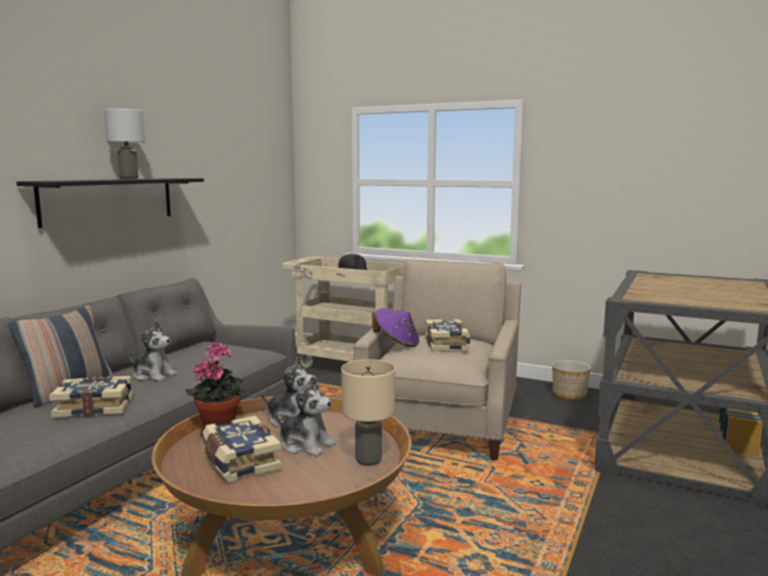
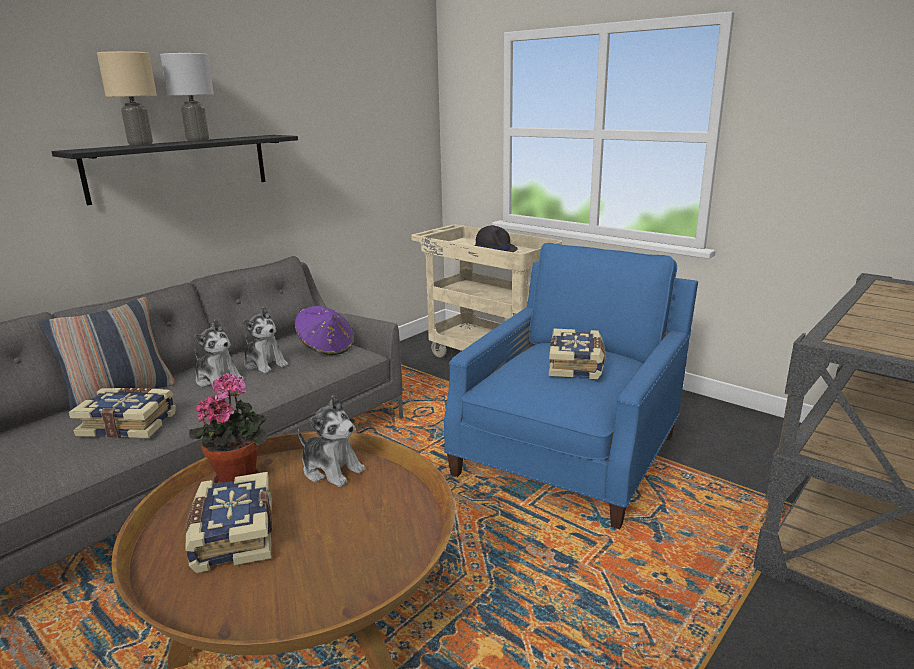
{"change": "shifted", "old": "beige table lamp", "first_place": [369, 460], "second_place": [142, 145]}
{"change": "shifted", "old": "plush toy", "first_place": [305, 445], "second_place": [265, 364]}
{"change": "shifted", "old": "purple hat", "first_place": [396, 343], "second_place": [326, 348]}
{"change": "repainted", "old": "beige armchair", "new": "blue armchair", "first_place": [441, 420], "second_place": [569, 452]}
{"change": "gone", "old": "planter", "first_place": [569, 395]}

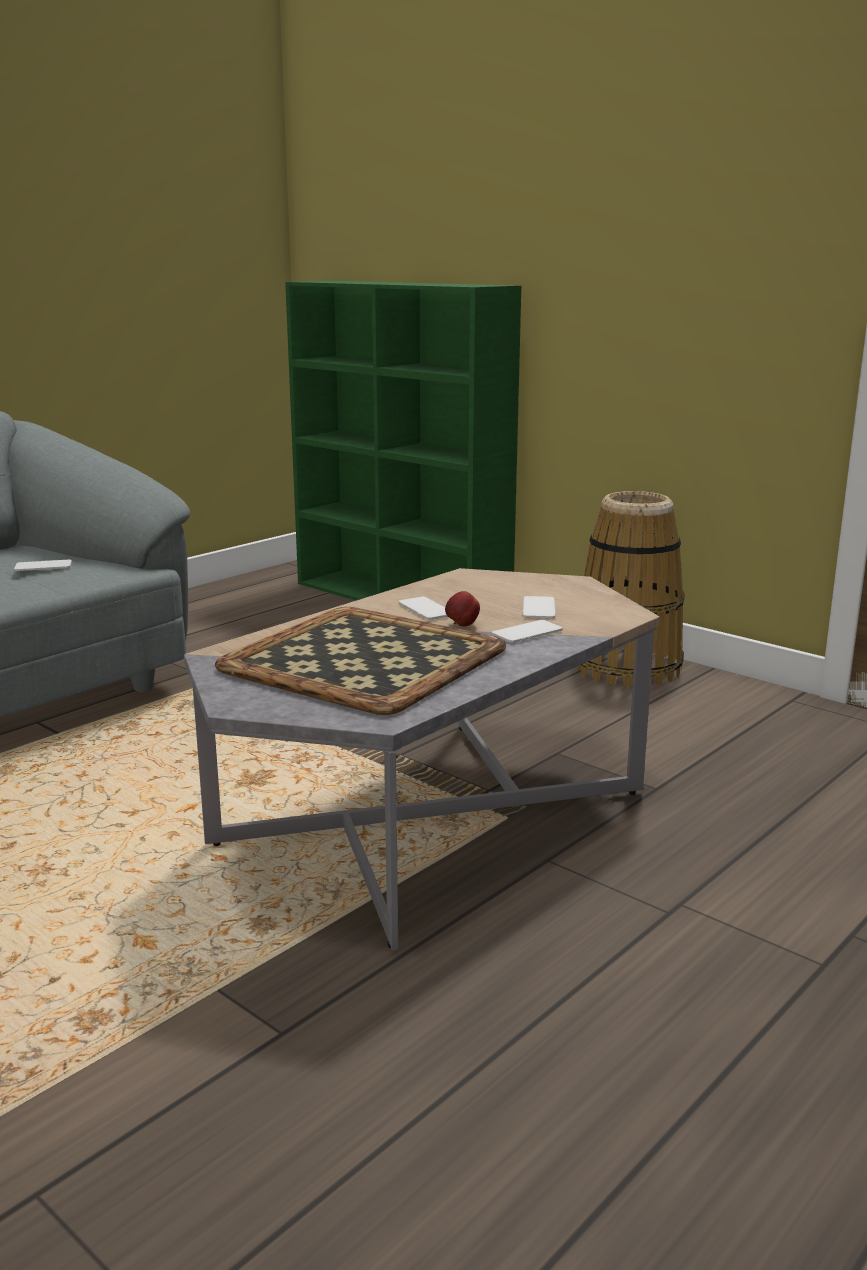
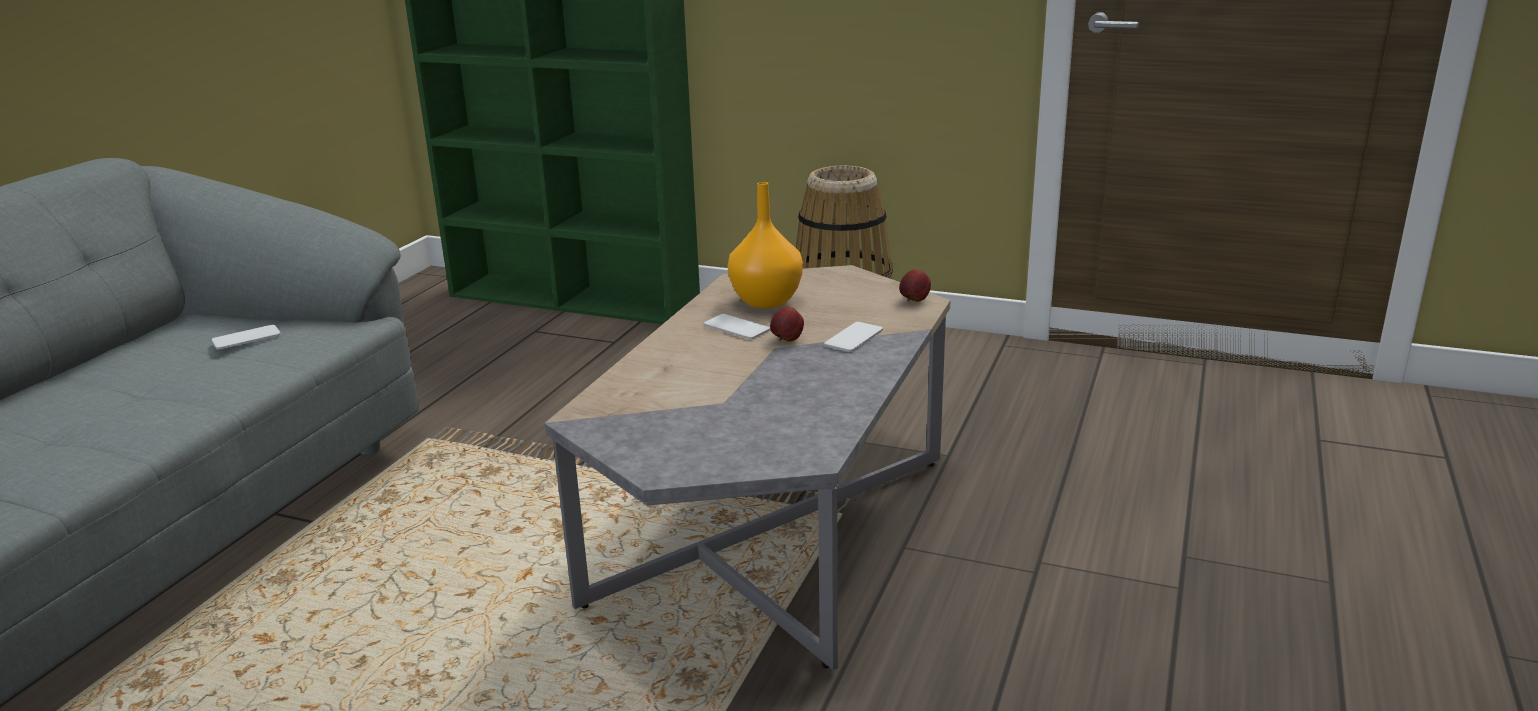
{"change": "new", "new": "orange vase", "second_place": [767, 301]}
{"change": "new", "new": "apple", "second_place": [914, 300]}
{"change": "gone", "old": "tray", "first_place": [364, 660]}
{"change": "gone", "old": "phone", "first_place": [539, 609]}

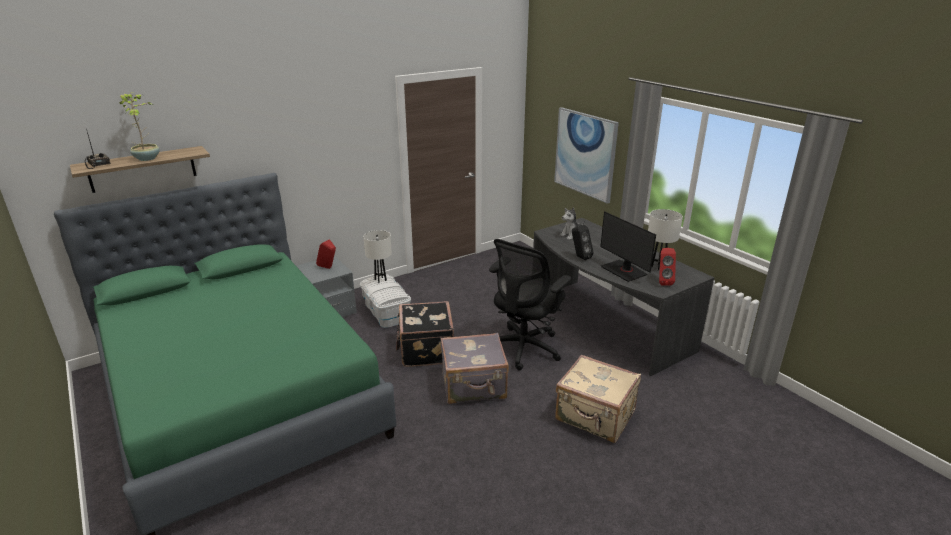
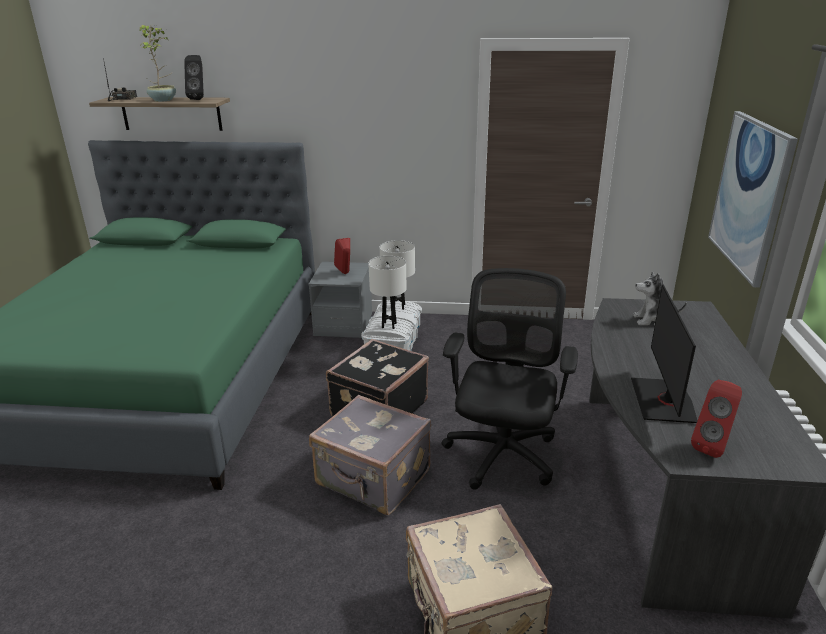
{"change": "shifted", "old": "black speaker", "first_place": [580, 257], "second_place": [199, 99]}
{"change": "shifted", "old": "white table lamp", "first_place": [658, 267], "second_place": [389, 325]}
{"change": "rotated", "old": "black office chair", "first_place": [526, 345], "second_place": [502, 460], "degrees": 120}

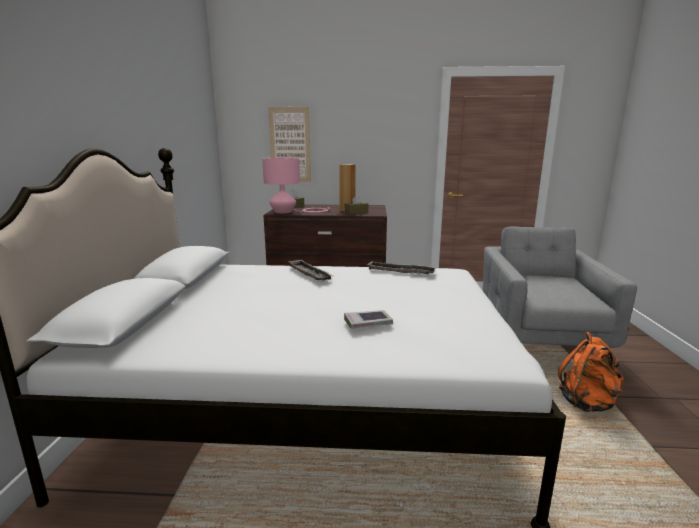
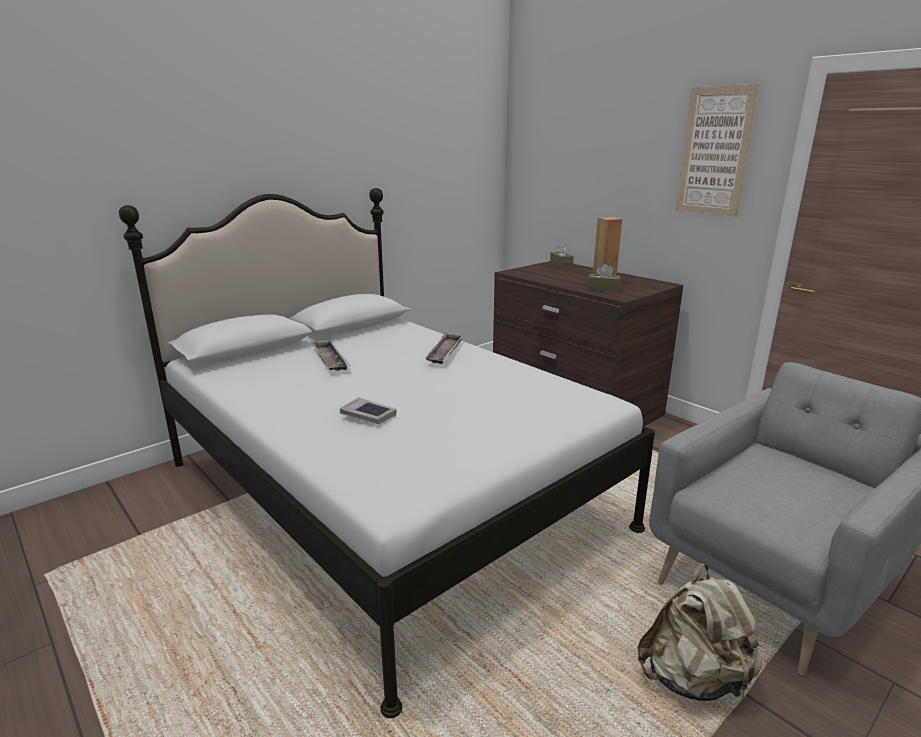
{"change": "shifted", "old": "tray", "first_place": [400, 271], "second_place": [330, 360]}
{"change": "repainted", "old": "orange backpack", "new": "beige backpack", "first_place": [587, 402], "second_place": [693, 678]}
{"change": "shifted", "old": "picture", "first_place": [290, 145], "second_place": [714, 152]}
{"change": "gone", "old": "pink table lamp", "first_place": [296, 211]}

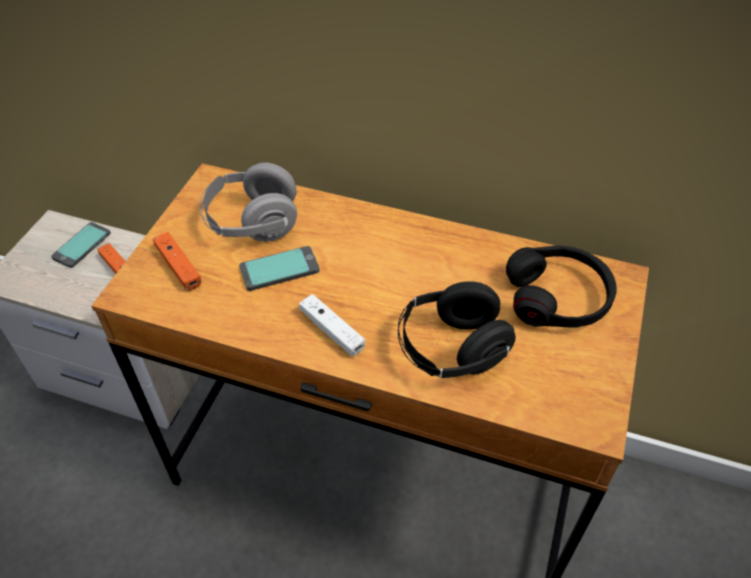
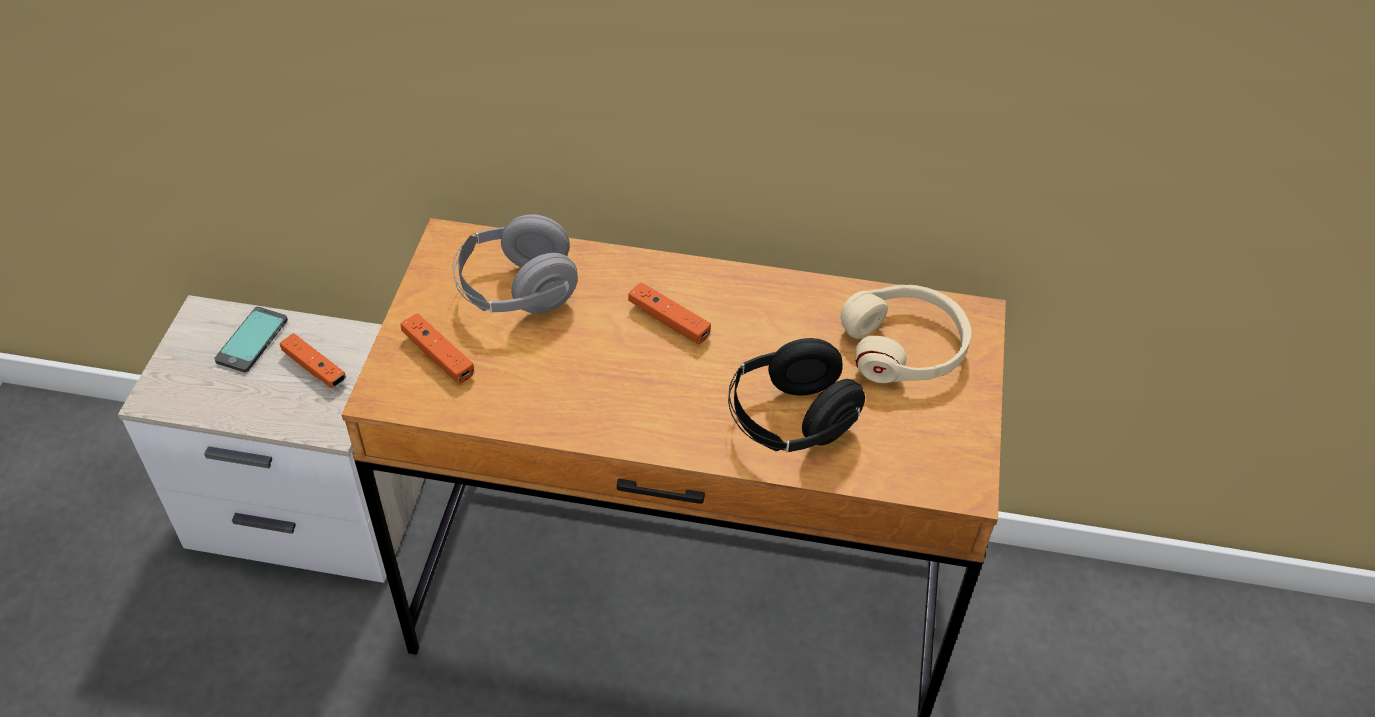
{"change": "new", "new": "orange game controller", "second_place": [669, 321]}
{"change": "repainted", "old": "black headphones", "new": "beige headphones", "first_place": [557, 297], "second_place": [904, 346]}
{"change": "gone", "old": "phone", "first_place": [279, 269]}
{"change": "gone", "old": "white game controller", "first_place": [331, 331]}

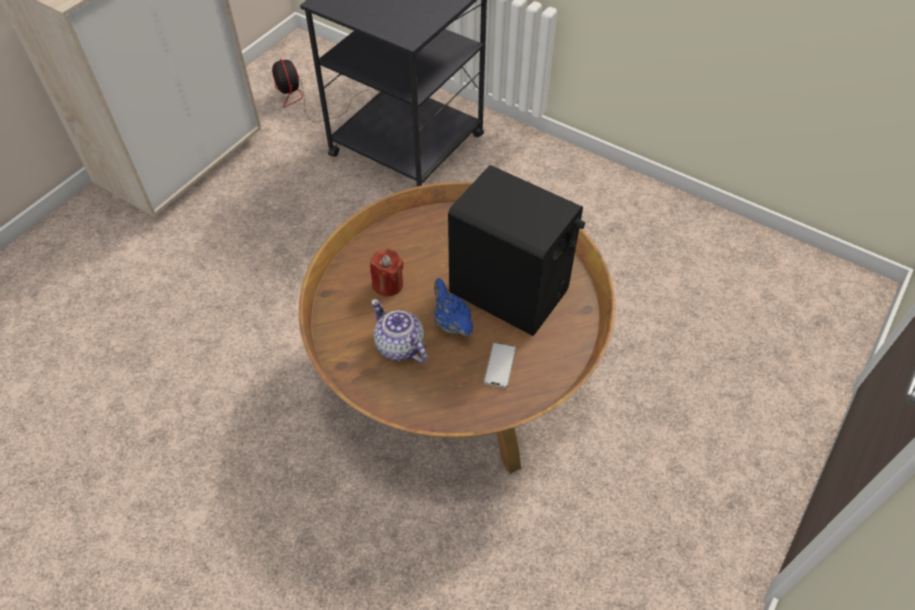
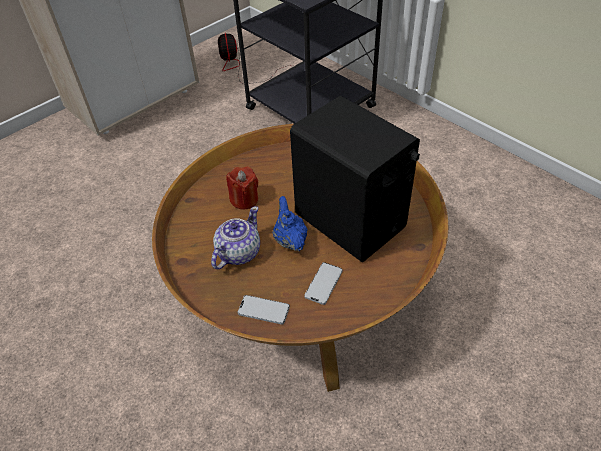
{"change": "rotated", "old": "teapot", "first_place": [400, 346], "second_place": [238, 253], "degrees": 60}
{"change": "new", "new": "phone", "second_place": [263, 310]}

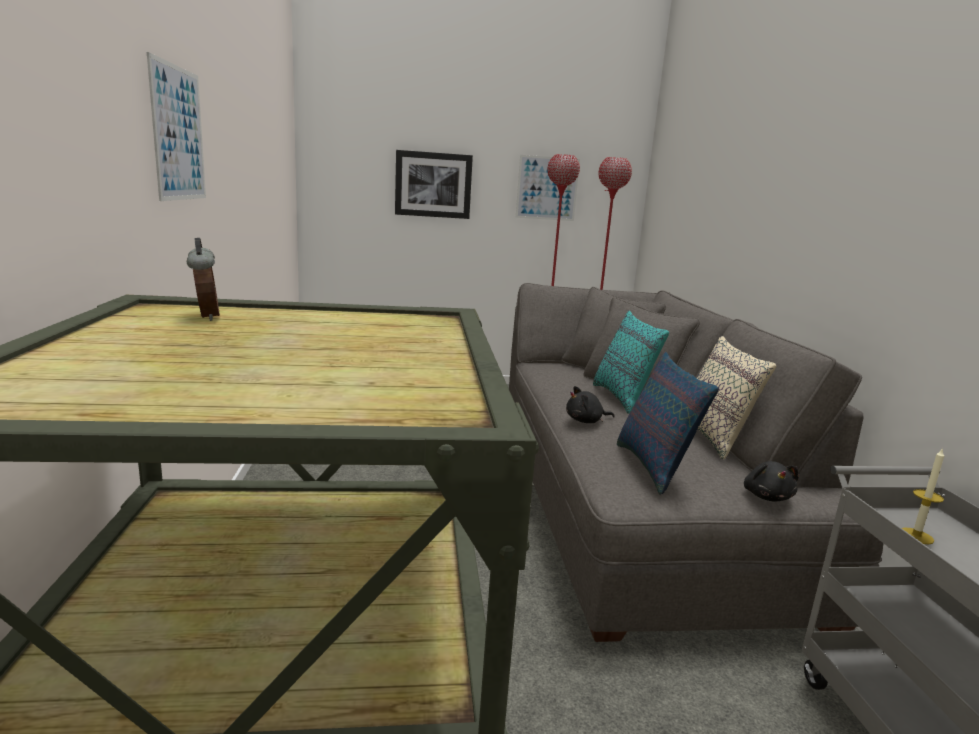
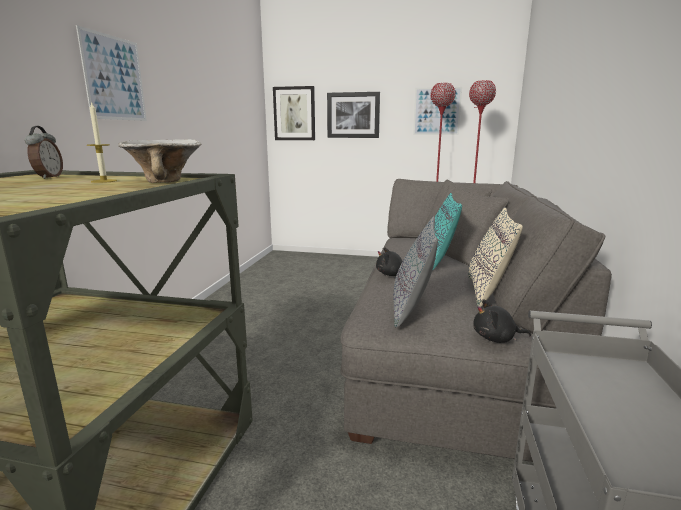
{"change": "shifted", "old": "candle", "first_place": [916, 536], "second_place": [104, 181]}
{"change": "new", "new": "bowl", "second_place": [166, 181]}
{"change": "new", "new": "picture", "second_place": [294, 113]}
{"change": "repainted", "old": "blue pillow", "new": "grey pillow", "first_place": [653, 468], "second_place": [412, 309]}
{"change": "rotated", "old": "black plush toy", "first_place": [767, 496], "second_place": [496, 338], "degrees": 75}

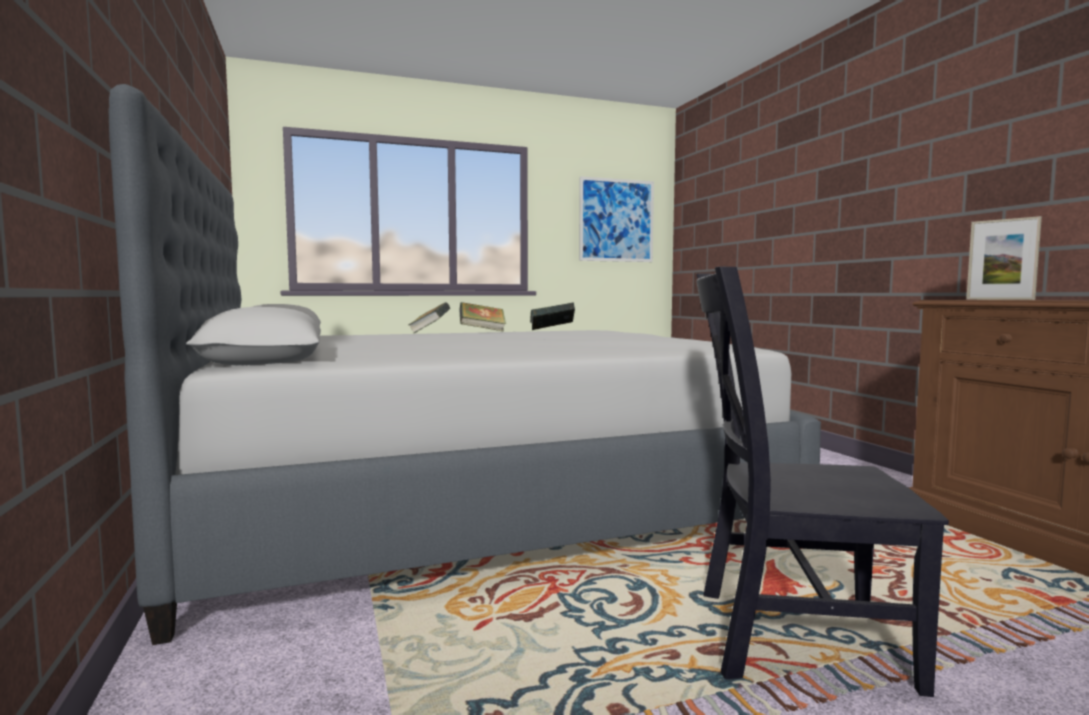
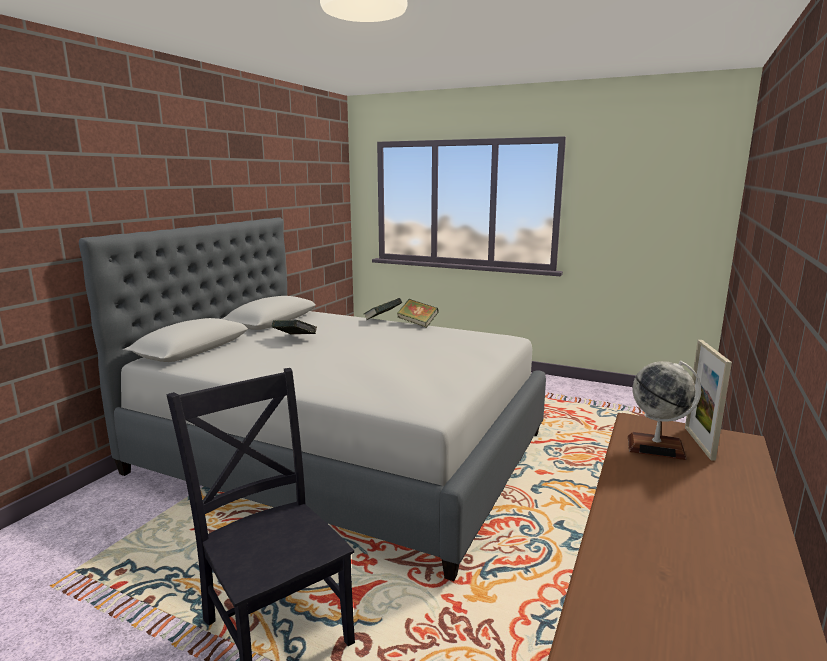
{"change": "shifted", "old": "book", "first_place": [552, 330], "second_place": [295, 339]}
{"change": "new", "new": "globe", "second_place": [656, 447]}
{"change": "gone", "old": "picture", "first_place": [616, 220]}

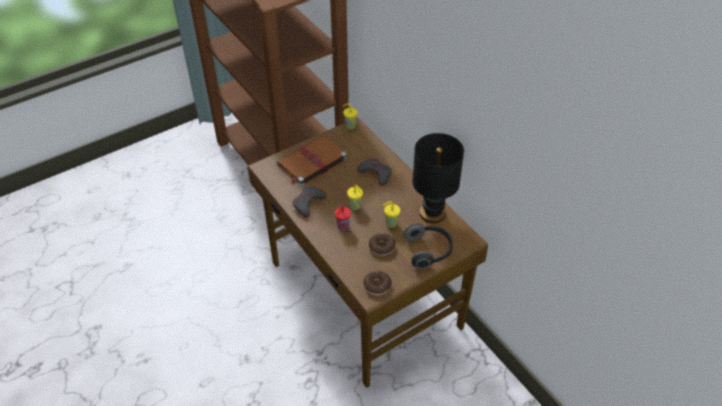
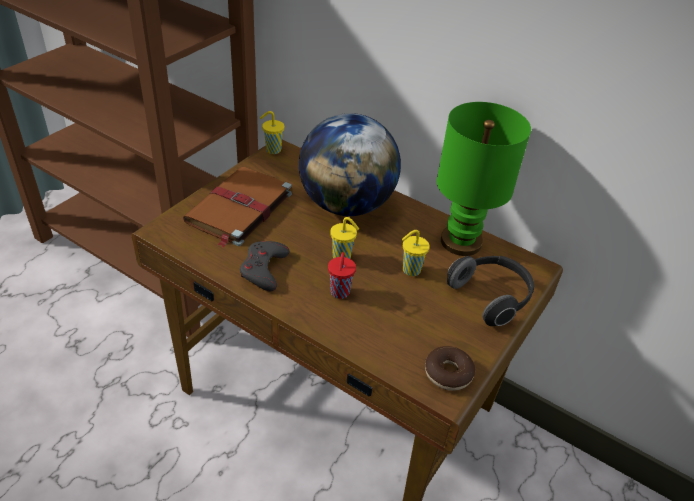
{"change": "swapped", "old": "grey game controller", "new": "globe", "first_place": [376, 173], "second_place": [346, 205]}
{"change": "repainted", "old": "black table lamp", "new": "green table lamp", "first_place": [433, 214], "second_place": [462, 242]}
{"change": "gone", "old": "donut", "first_place": [382, 247]}

